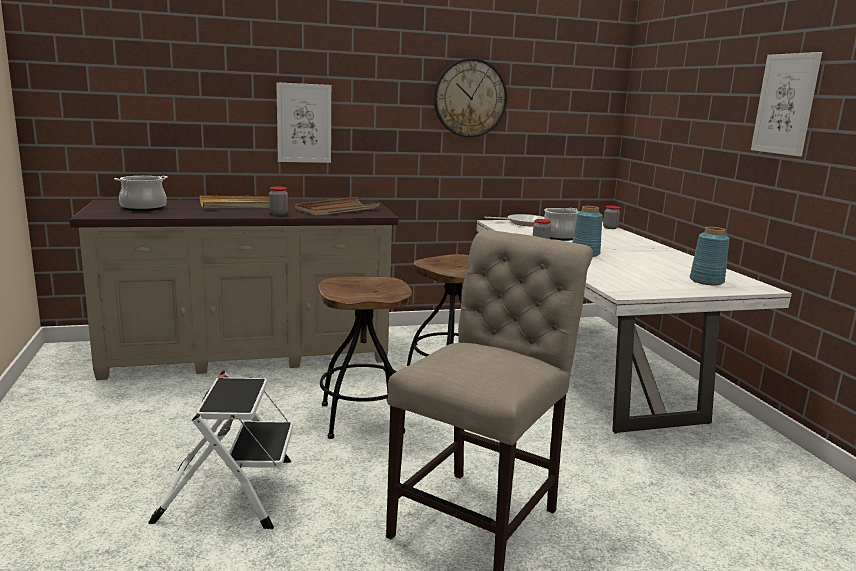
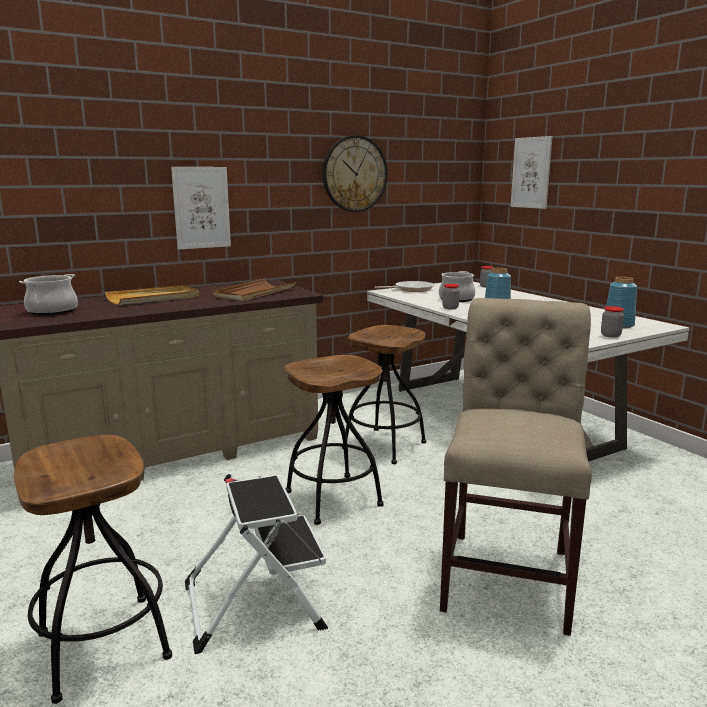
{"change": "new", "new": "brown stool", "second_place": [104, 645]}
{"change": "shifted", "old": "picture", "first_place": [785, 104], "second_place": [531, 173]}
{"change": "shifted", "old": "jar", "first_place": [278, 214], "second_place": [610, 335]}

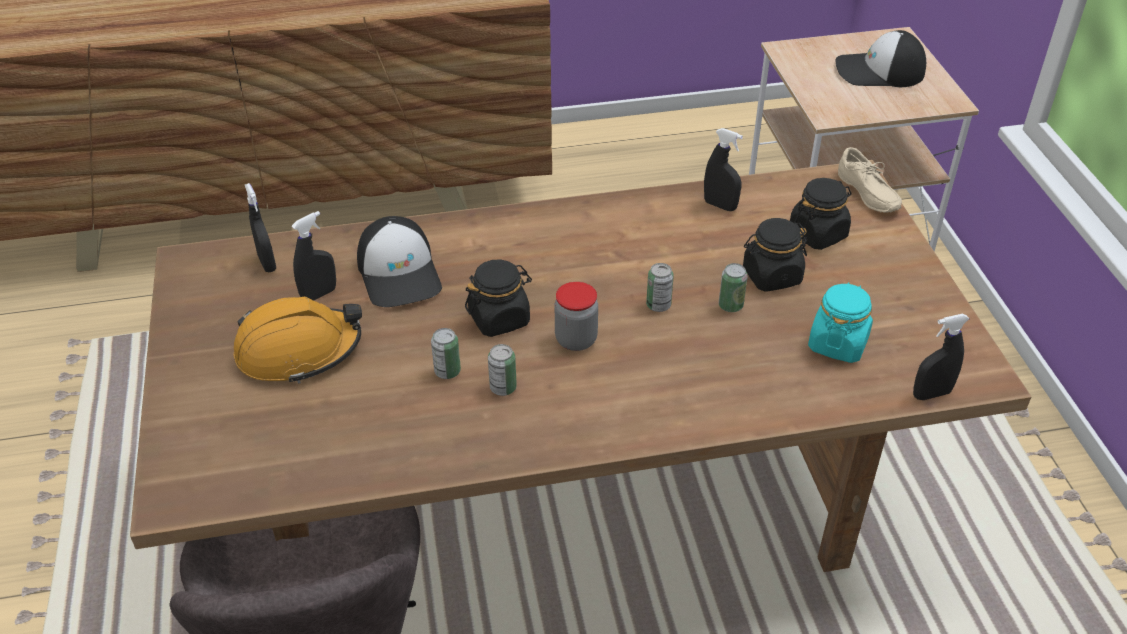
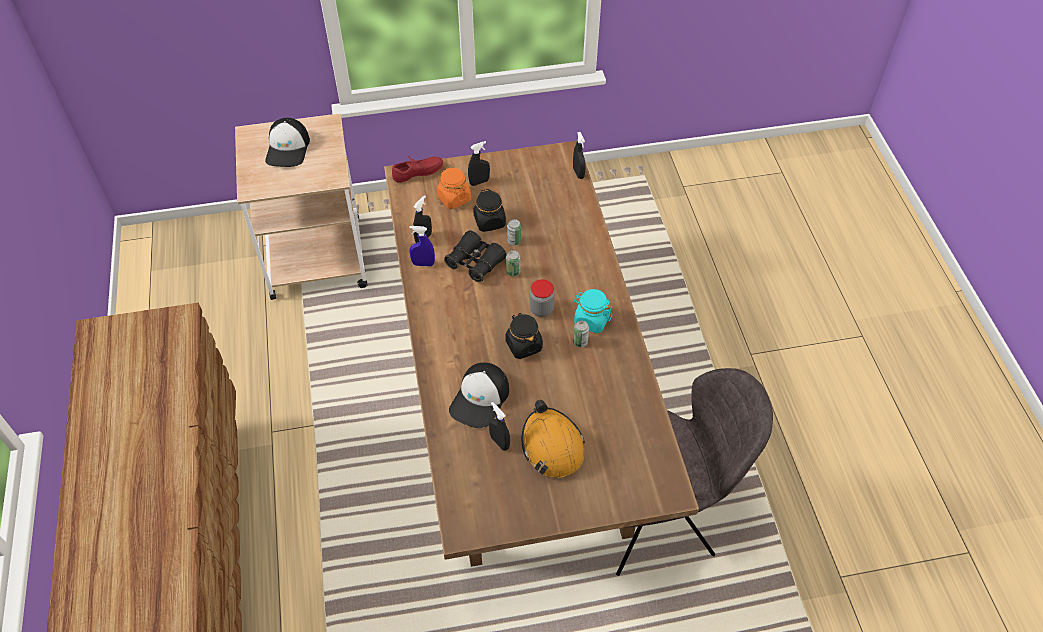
{"change": "repainted", "old": "beige shoe", "new": "red shoe", "first_place": [865, 194], "second_place": [418, 174]}
{"change": "new", "new": "blue spray bottle", "second_place": [423, 264]}
{"change": "repainted", "old": "black jar", "new": "orange jar", "first_place": [818, 234], "second_place": [454, 198]}
{"change": "new", "new": "black binoculars", "second_place": [475, 262]}
{"change": "rotated", "old": "cap", "first_place": [400, 273], "second_place": [480, 399], "degrees": 135}
{"change": "shifted", "old": "black spray bottle", "first_place": [267, 263], "second_place": [479, 182]}
{"change": "shifted", "old": "turquoise jar", "first_place": [837, 343], "second_place": [591, 320]}
{"change": "gone", "old": "can", "first_place": [447, 371]}

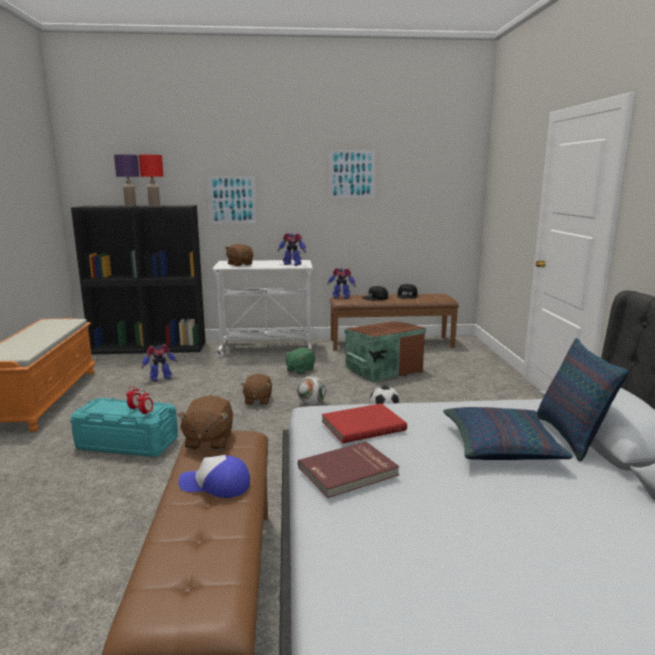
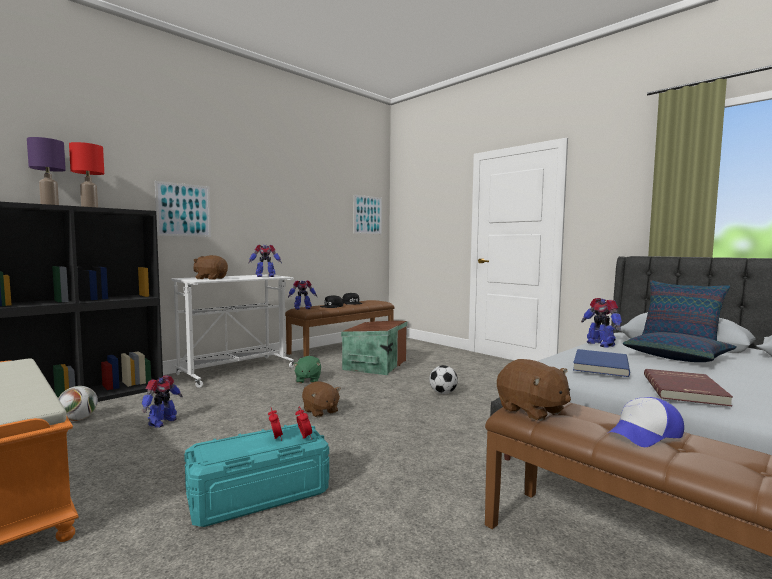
{"change": "shifted", "old": "football", "first_place": [312, 403], "second_place": [78, 419]}
{"change": "shifted", "old": "picture", "first_place": [351, 174], "second_place": [367, 215]}
{"change": "repainted", "old": "red book", "new": "blue book", "first_place": [362, 425], "second_place": [599, 365]}
{"change": "new", "new": "toy robot", "second_place": [600, 344]}

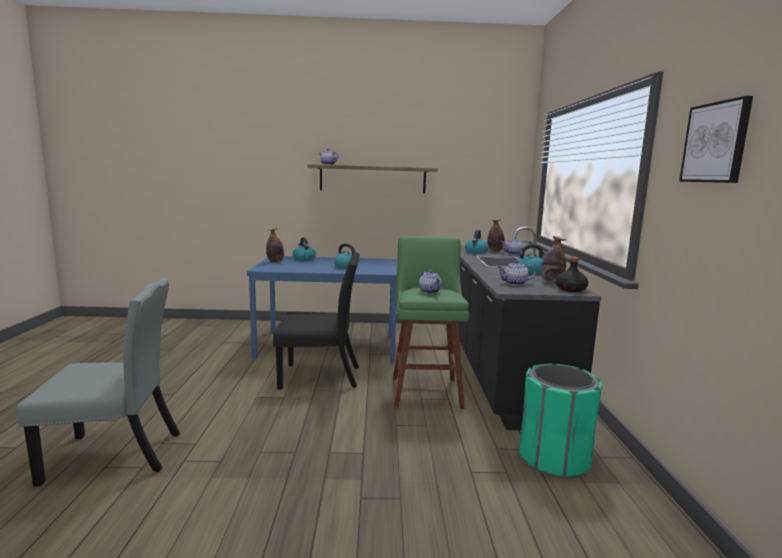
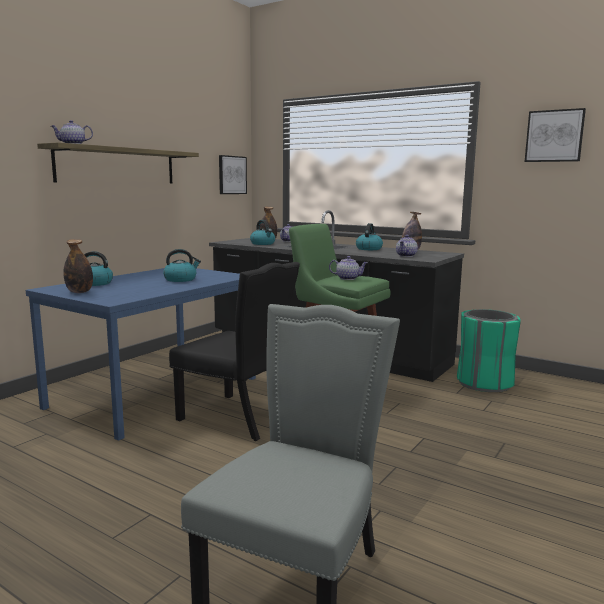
{"change": "rotated", "old": "black chair", "first_place": [318, 376], "second_place": [236, 417], "degrees": 90}
{"change": "new", "new": "picture", "second_place": [232, 175]}
{"change": "gone", "old": "black bottle", "first_place": [570, 289]}

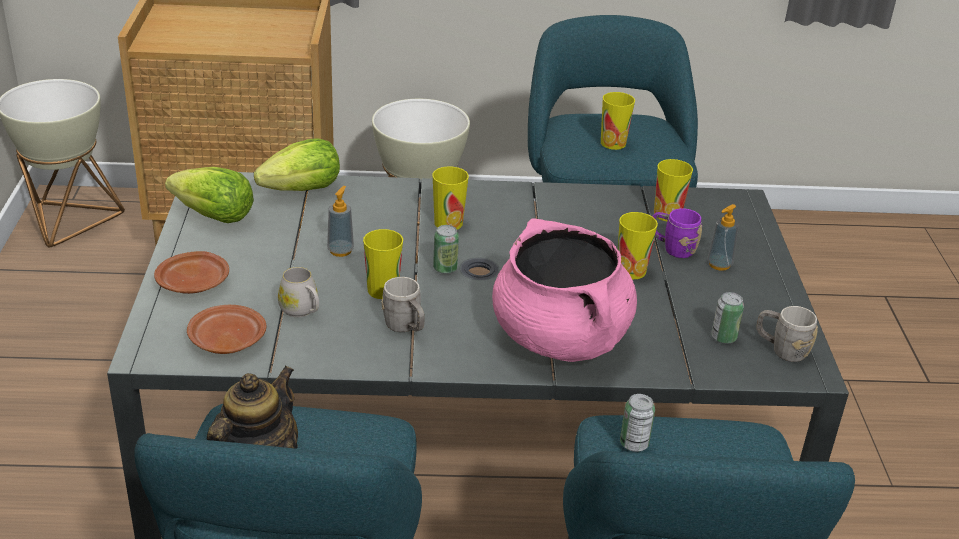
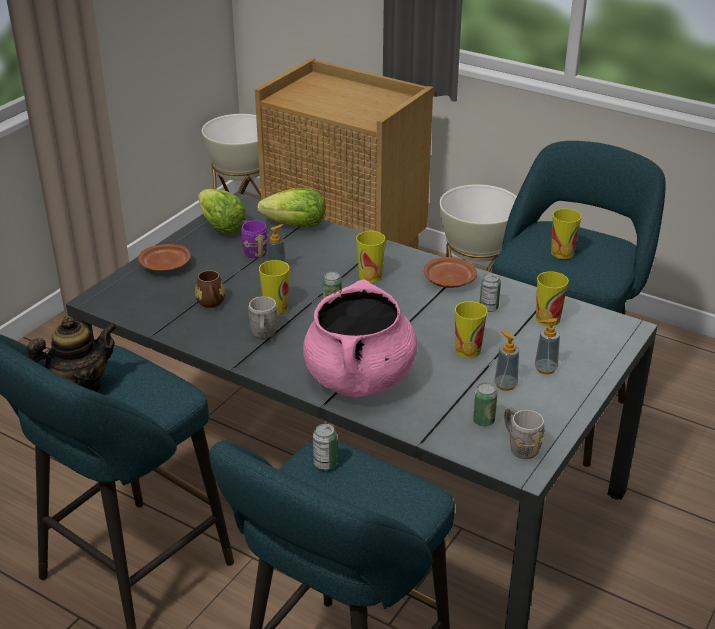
{"change": "repainted", "old": "white mug", "new": "brown mug", "first_place": [302, 311], "second_place": [211, 303]}
{"change": "shifted", "old": "purple mug", "first_place": [672, 248], "second_place": [253, 250]}
{"change": "shifted", "old": "brown plate", "first_place": [226, 340], "second_place": [448, 280]}
{"change": "new", "new": "can", "second_place": [488, 307]}
{"change": "new", "new": "soap dispenser", "second_place": [505, 385]}

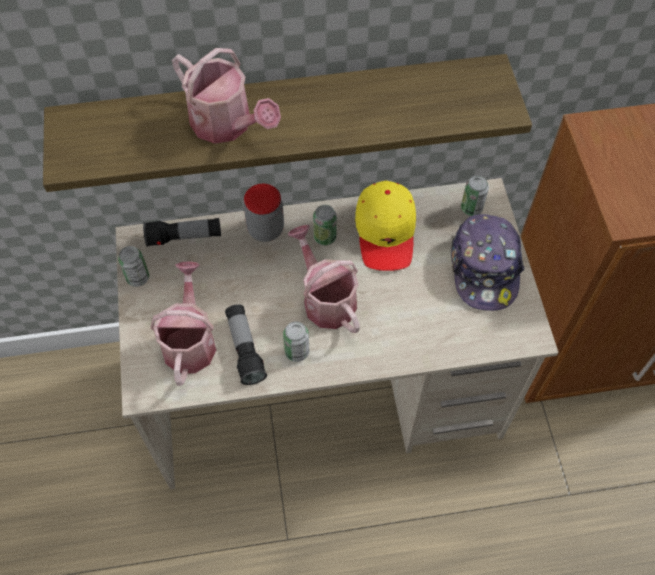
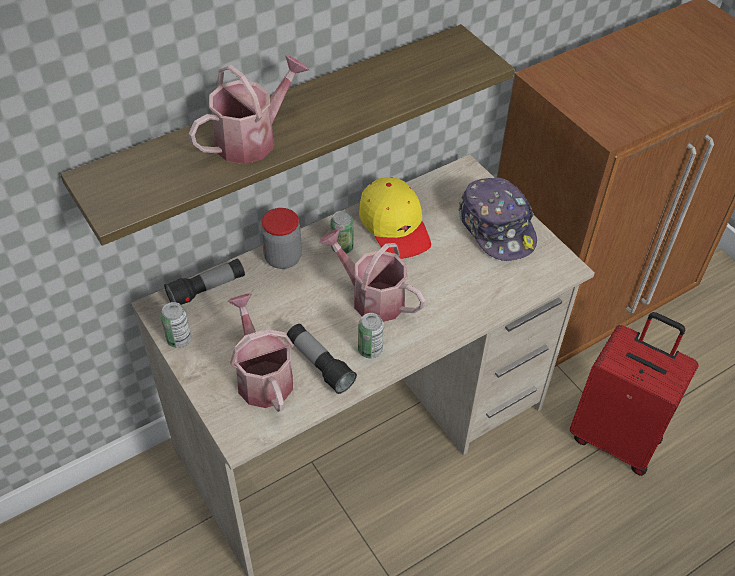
{"change": "rotated", "old": "watering can", "first_place": [227, 125], "second_place": [252, 139], "degrees": -60}
{"change": "new", "new": "red suitcase", "second_place": [616, 437]}
{"change": "gone", "old": "can", "first_place": [471, 208]}

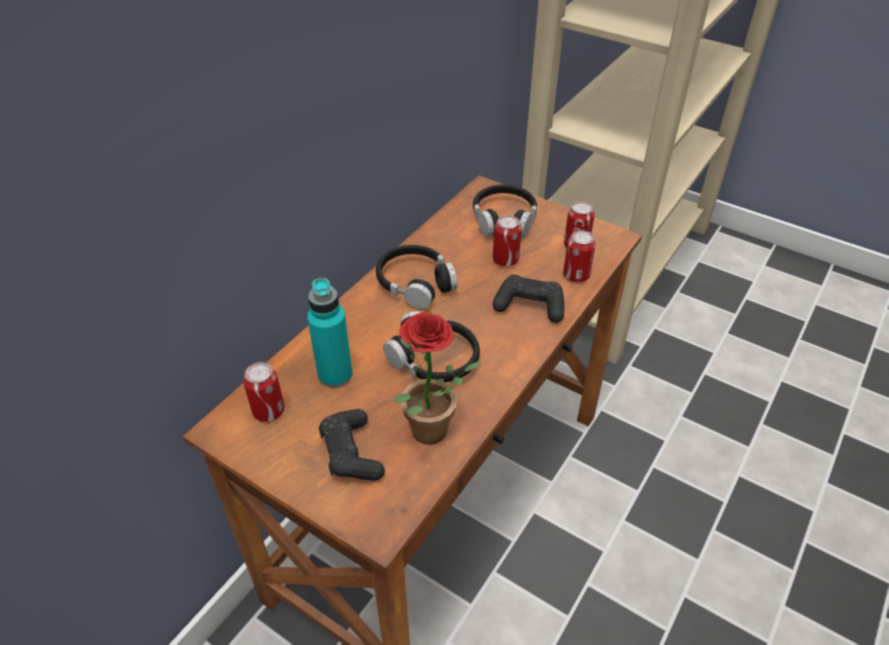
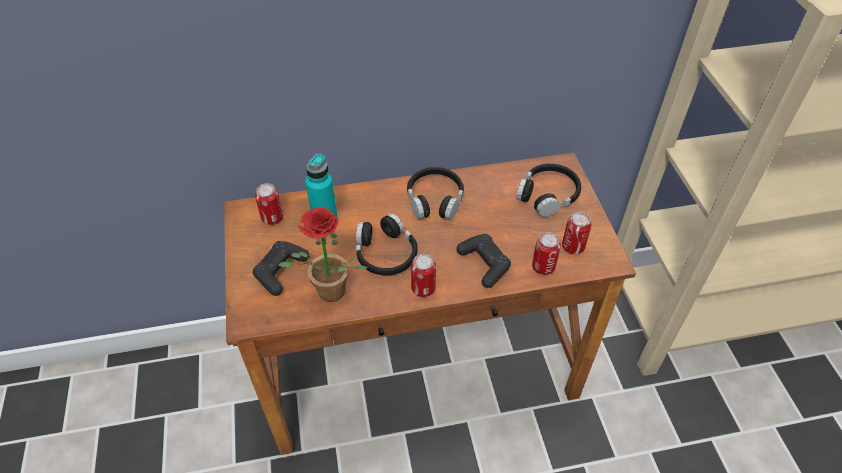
{"change": "shifted", "old": "can", "first_place": [505, 260], "second_place": [423, 288]}

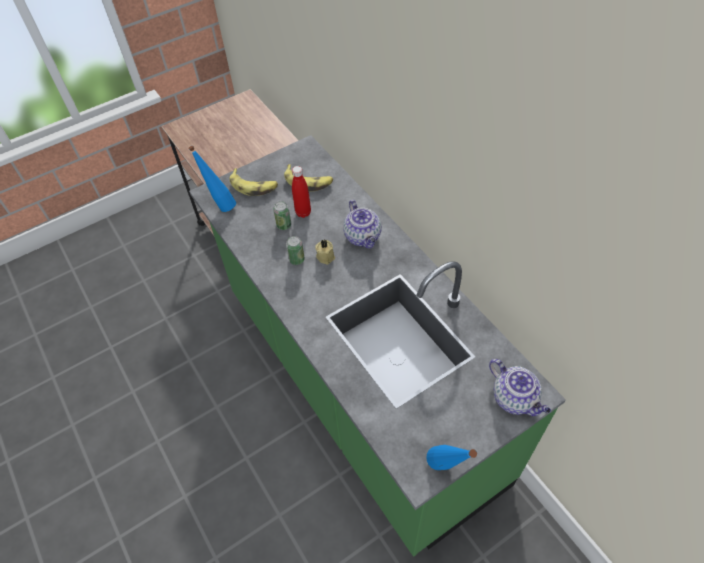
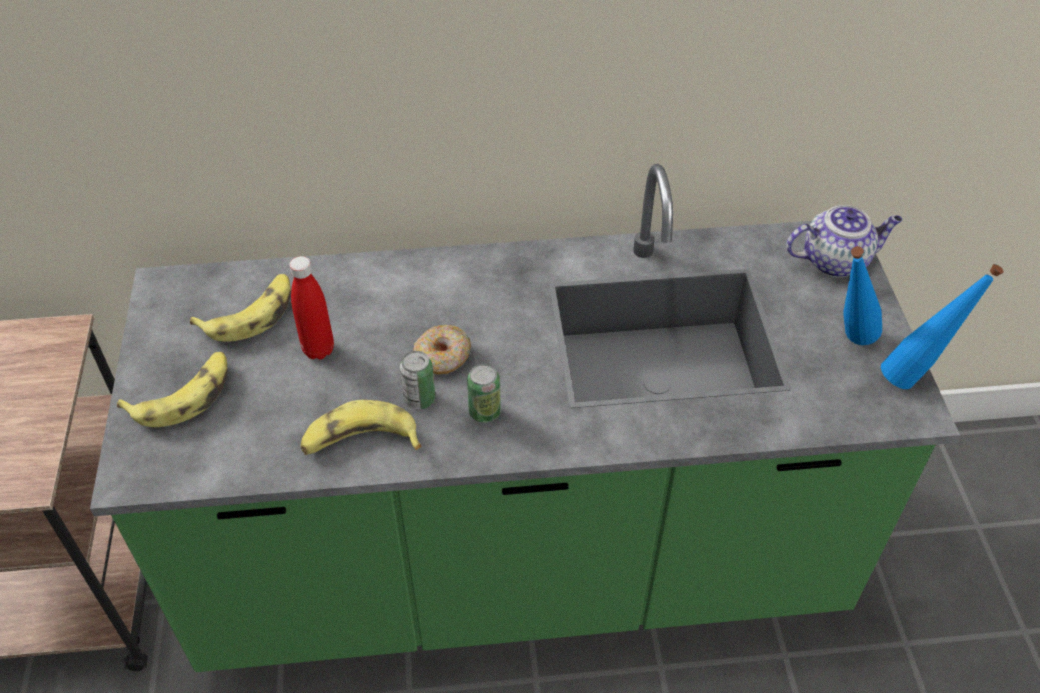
{"change": "new", "new": "banana", "second_place": [360, 441]}
{"change": "swapped", "old": "beige candle", "new": "donut", "first_place": [326, 256], "second_place": [443, 357]}
{"change": "shifted", "old": "can", "first_place": [284, 225], "second_place": [484, 412]}
{"change": "shifted", "old": "blue bottle", "first_place": [220, 205], "second_place": [846, 342]}
{"change": "gone", "old": "teapot", "first_place": [363, 237]}

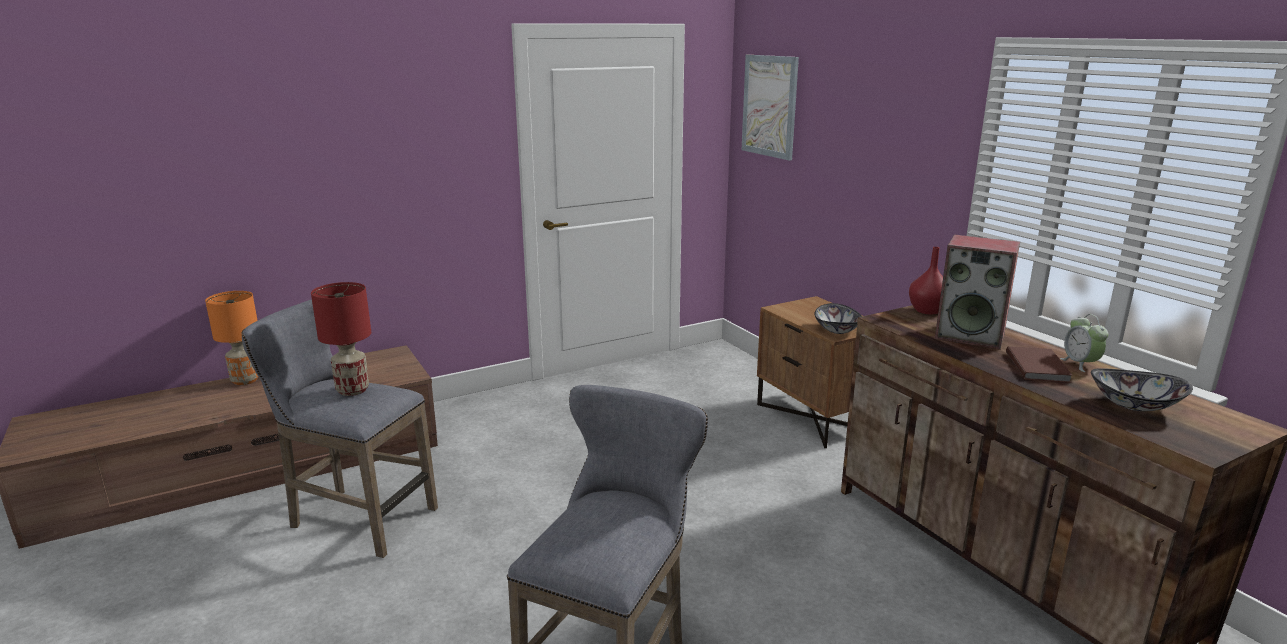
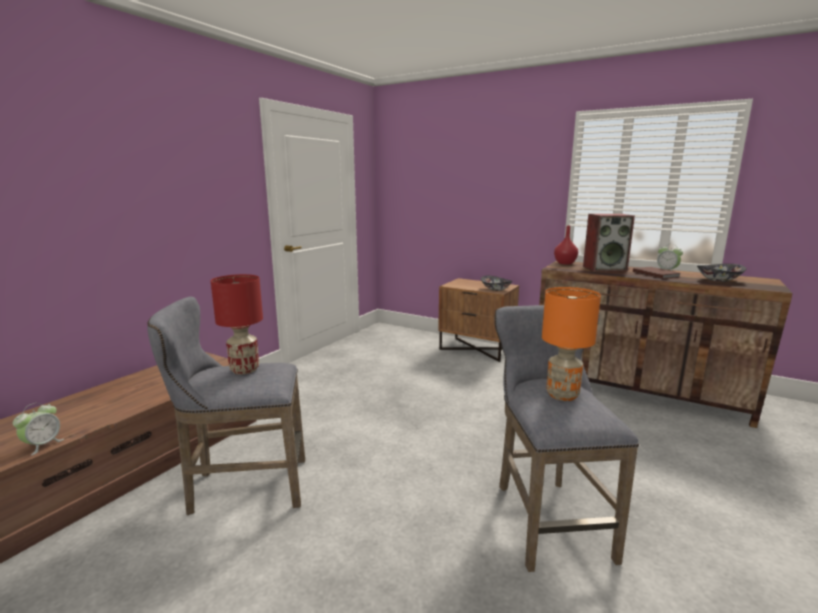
{"change": "new", "new": "alarm clock", "second_place": [43, 445]}
{"change": "shifted", "old": "orange table lamp", "first_place": [246, 380], "second_place": [562, 395]}
{"change": "gone", "old": "picture", "first_place": [769, 106]}

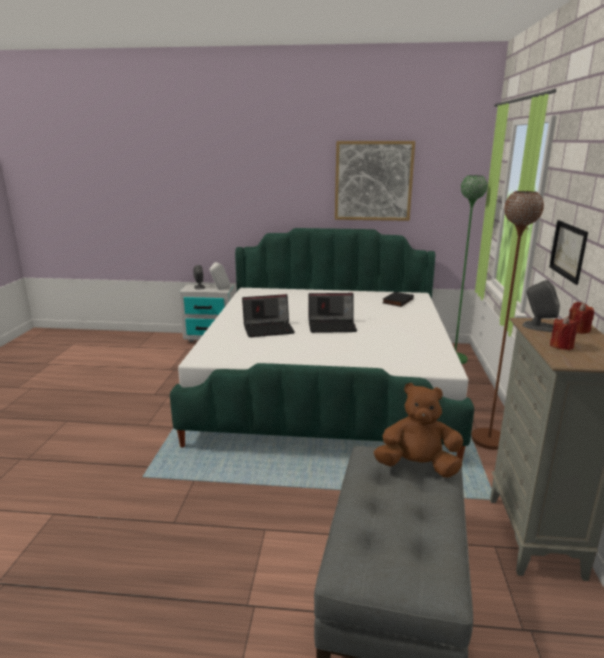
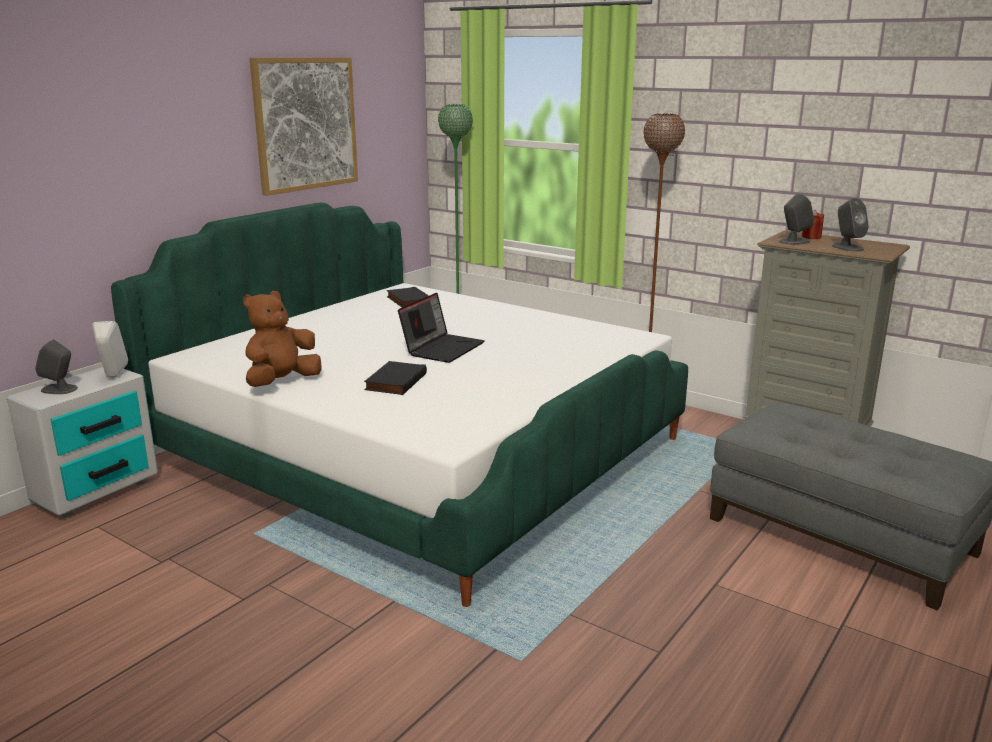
{"change": "shifted", "old": "brown plush toy", "first_place": [417, 466], "second_place": [282, 382]}
{"change": "swapped", "old": "laptop", "new": "black book", "first_place": [269, 329], "second_place": [394, 381]}
{"change": "swapped", "old": "red candle", "new": "grey speaker", "first_place": [561, 346], "second_place": [847, 247]}
{"change": "gone", "old": "picture", "first_place": [568, 251]}

